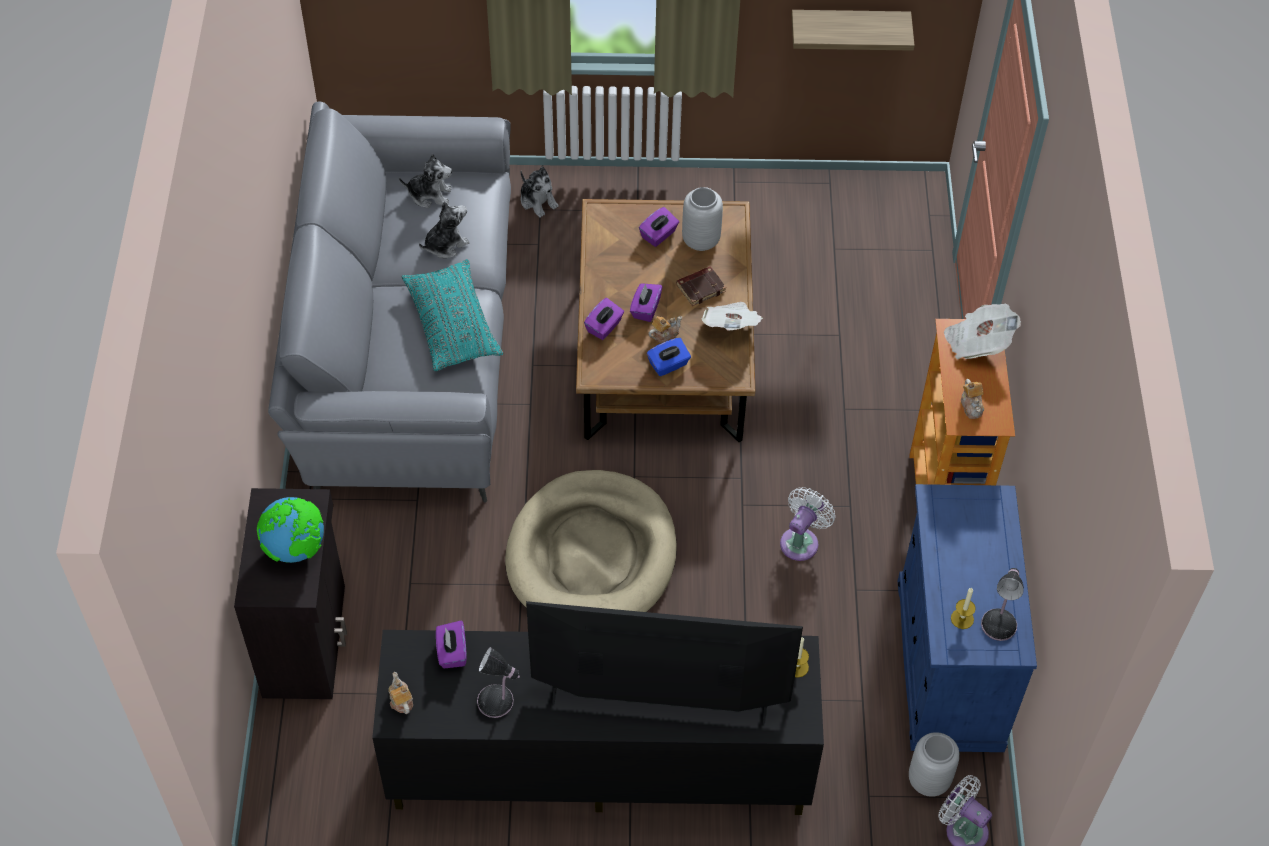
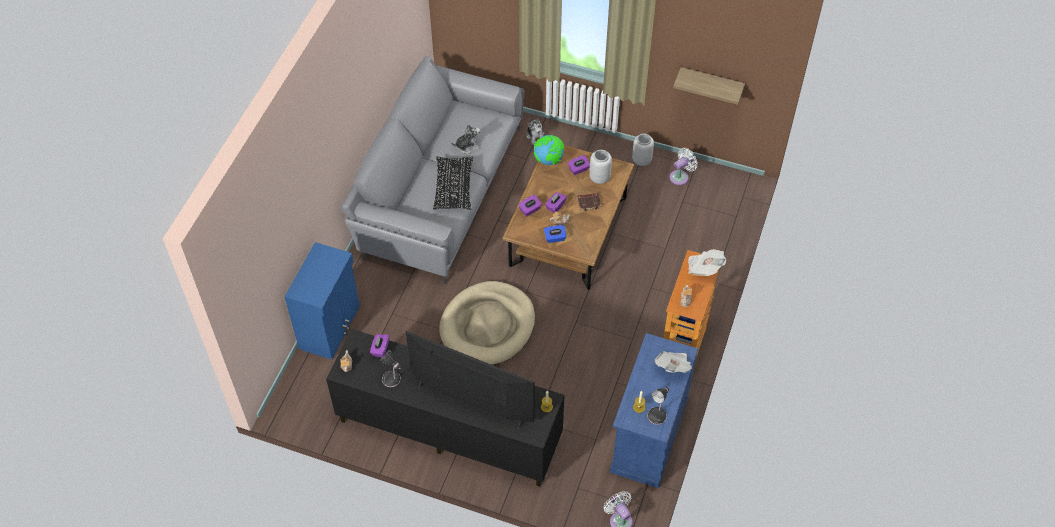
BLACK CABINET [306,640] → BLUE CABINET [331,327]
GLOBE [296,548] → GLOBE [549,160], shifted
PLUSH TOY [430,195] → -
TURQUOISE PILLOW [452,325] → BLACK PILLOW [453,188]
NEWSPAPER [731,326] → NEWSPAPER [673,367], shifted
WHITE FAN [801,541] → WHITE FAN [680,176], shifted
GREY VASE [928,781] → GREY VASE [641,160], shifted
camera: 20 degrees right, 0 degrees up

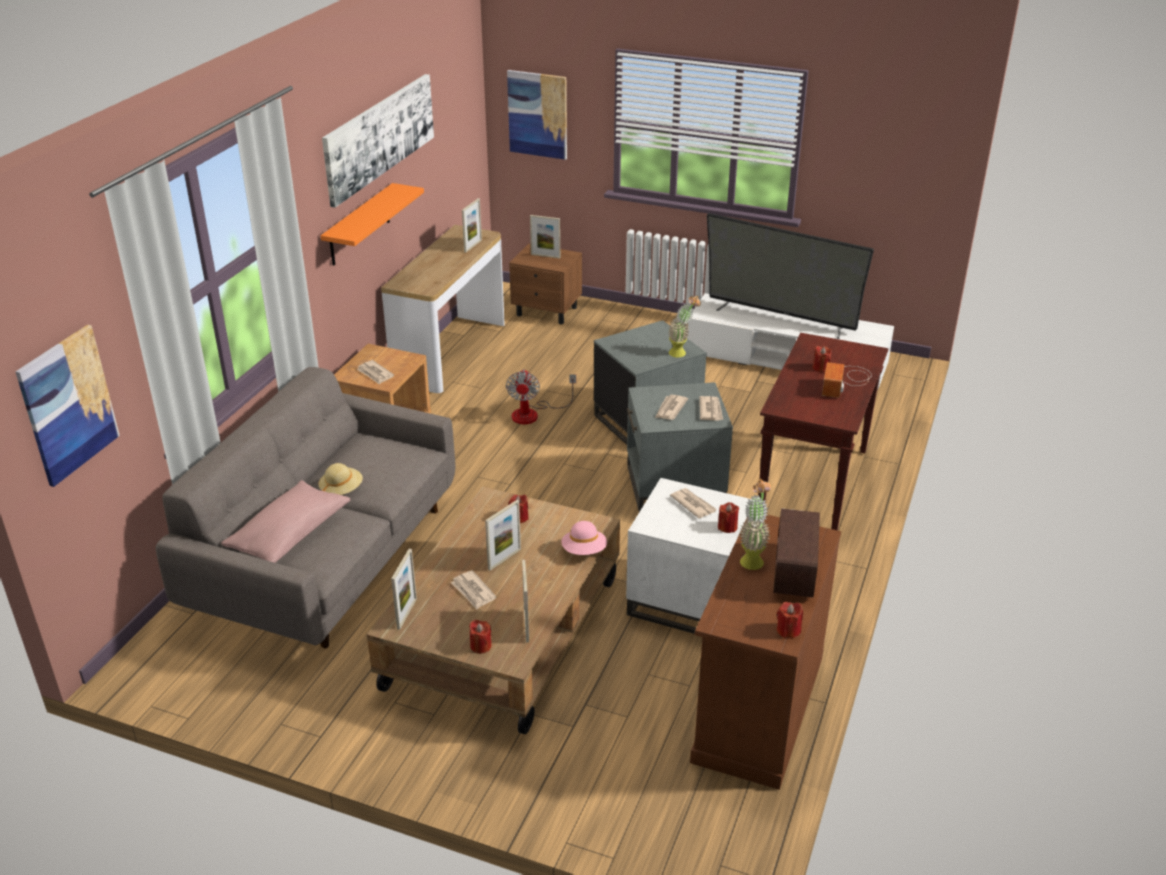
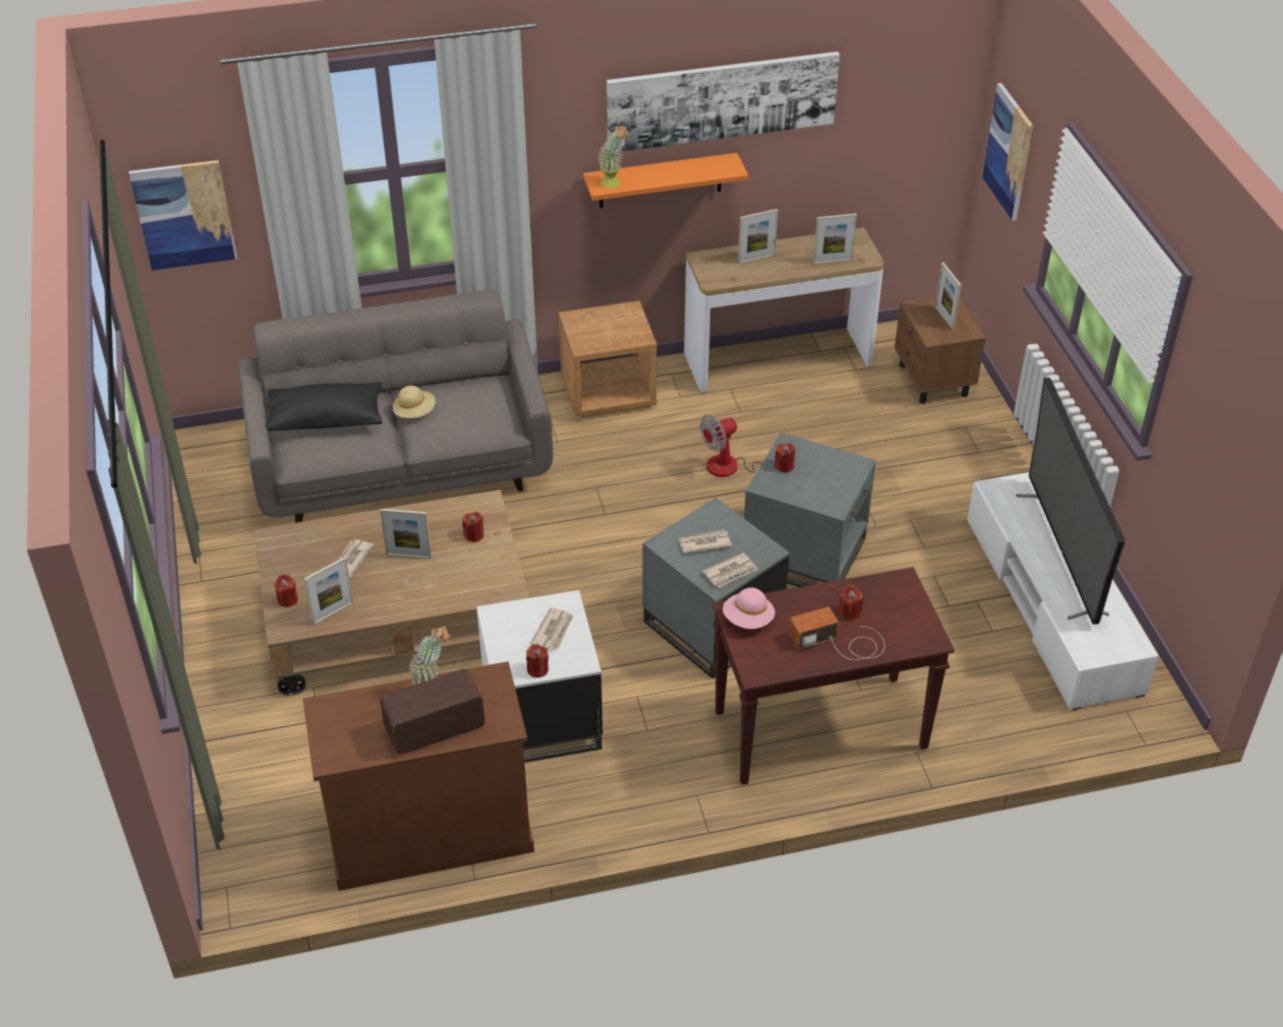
PINK PILLOW [289,535] → BLACK PILLOW [326,419]
NEWSPAPER [375,374] → -
PICTURE FRAME [407,613] → PICTURE FRAME [756,259], shifted
PINK HAT [584,551] → PINK HAT [748,619], shifted
POTTED PLANT [681,352] → POTTED PLANT [614,185], shifted
RED CANDLE [788,630] → RED CANDLE [784,466], shifted
camera: 55 degrees right, 10 degrees up

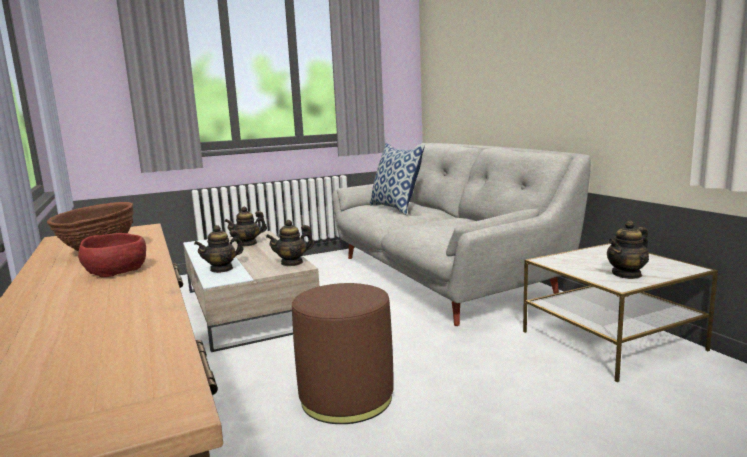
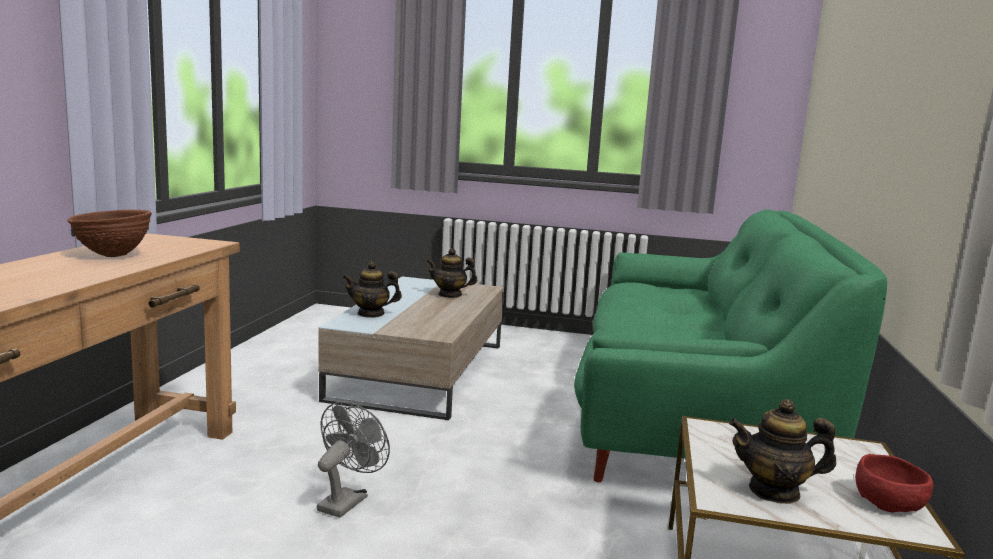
RED BOWL [117,271] → RED BOWL [890,503], shifted
TEAPOT [292,263] → -
BROWN OTTOMAN [346,398] → GREY FAN [347,500]
GREY SOFA [440,277] → GREEN SOFA [689,414]
PILLOW [396,208] → -
camera: 35 degrees right, 0 degrees up

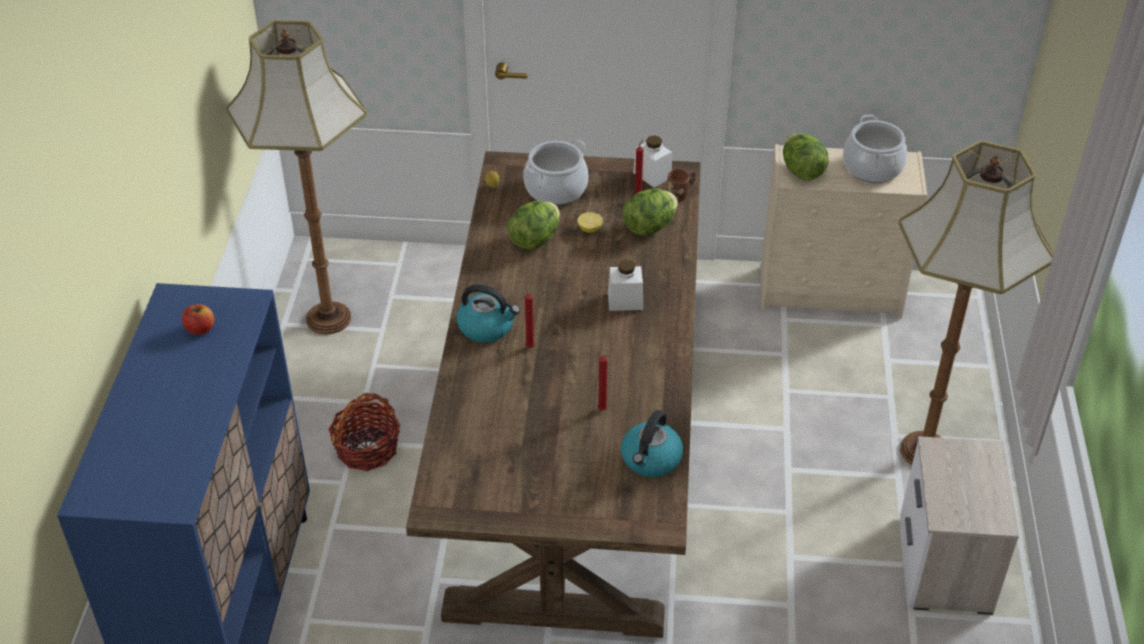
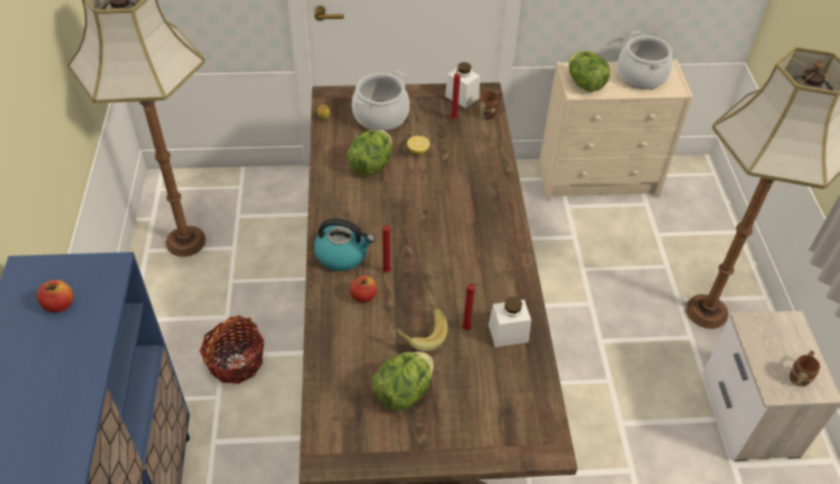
WHITE JAR [625,301] → WHITE JAR [508,333], shifted
KETTLE [651,460] → -
LETTUCE [649,227] → LETTUCE [403,392], shifted
- → APPLE [363,296]
- → BANANA [420,335]
- → BROWN MUG [800,375]
camera: 10 degrees left, 5 degrees up

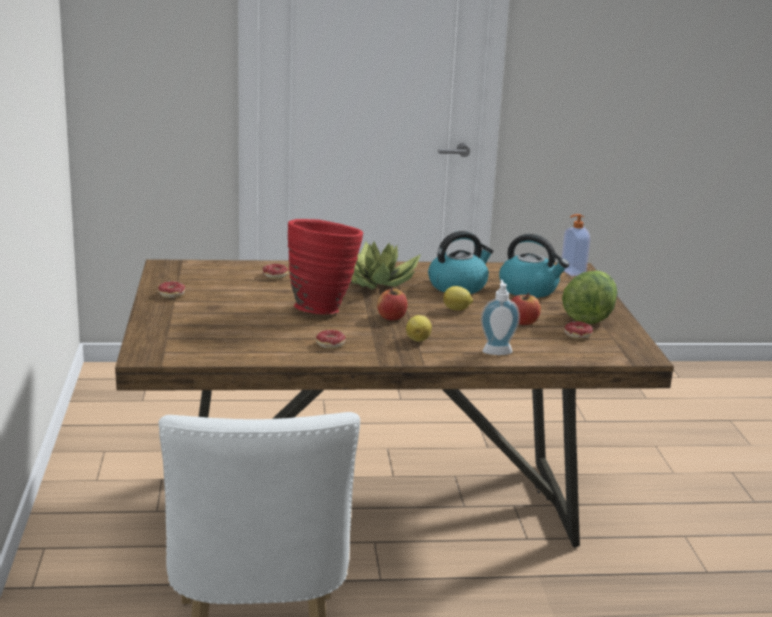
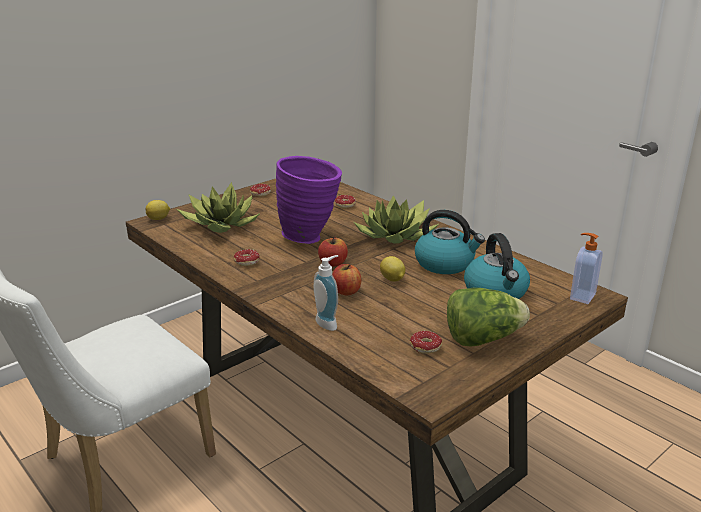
RED VASE [323,308] → PURPLE VASE [311,237]
LEMON [418,339] → LEMON [159,219], shifted
APPLE [523,322] → APPLE [346,291], shifted
- → POTTED PLANT [221,225]
camera: 55 degrees right, 5 degrees up

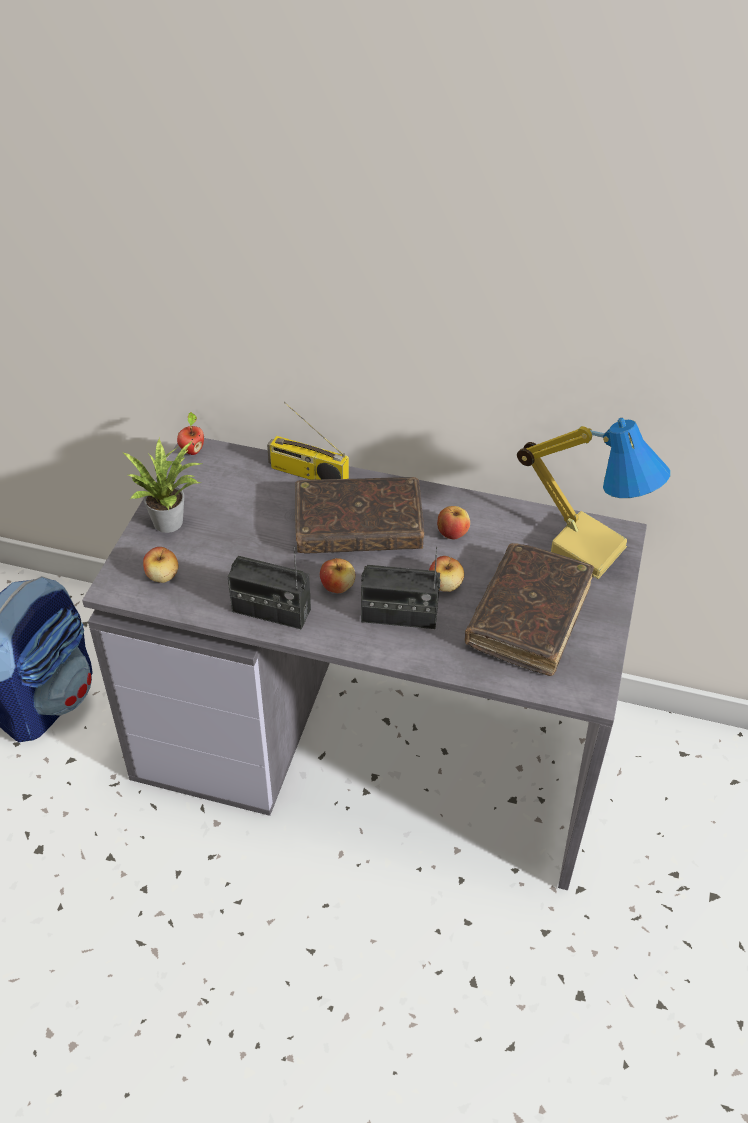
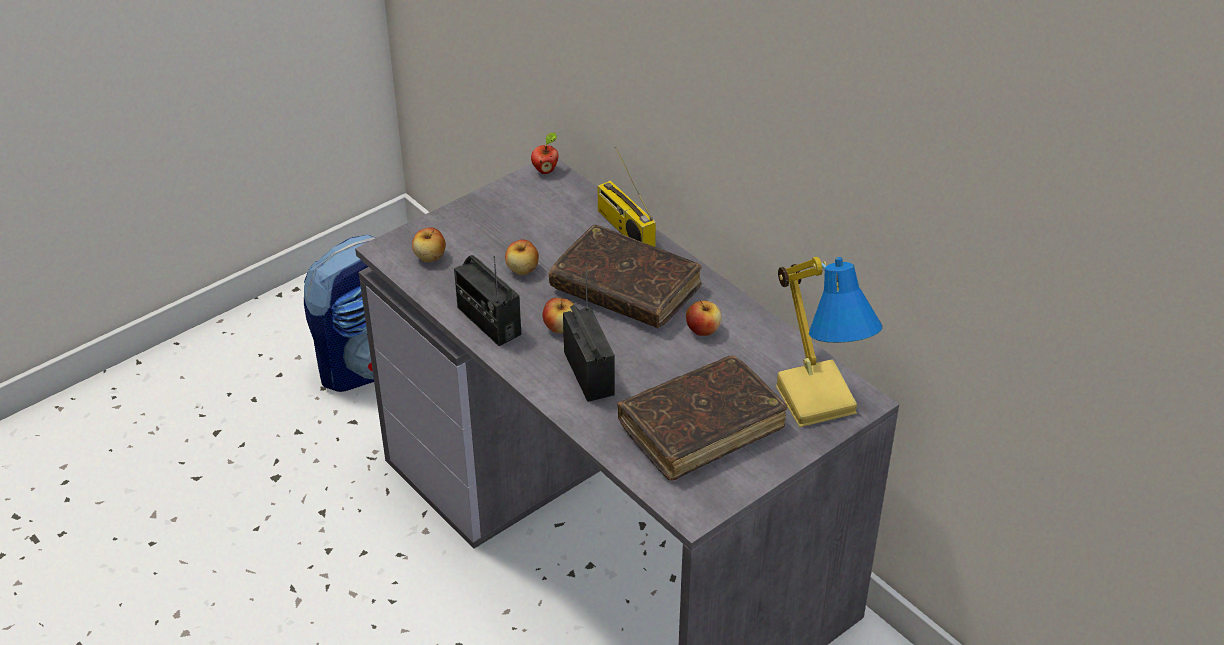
POTTED PLANT [172,520] → -
RADIO [399,615] → RADIO [589,373], 150 degrees counterclockwise
APPLE [445,585] → APPLE [522,269], shifted
camera: 35 degrees right, 5 degrees down

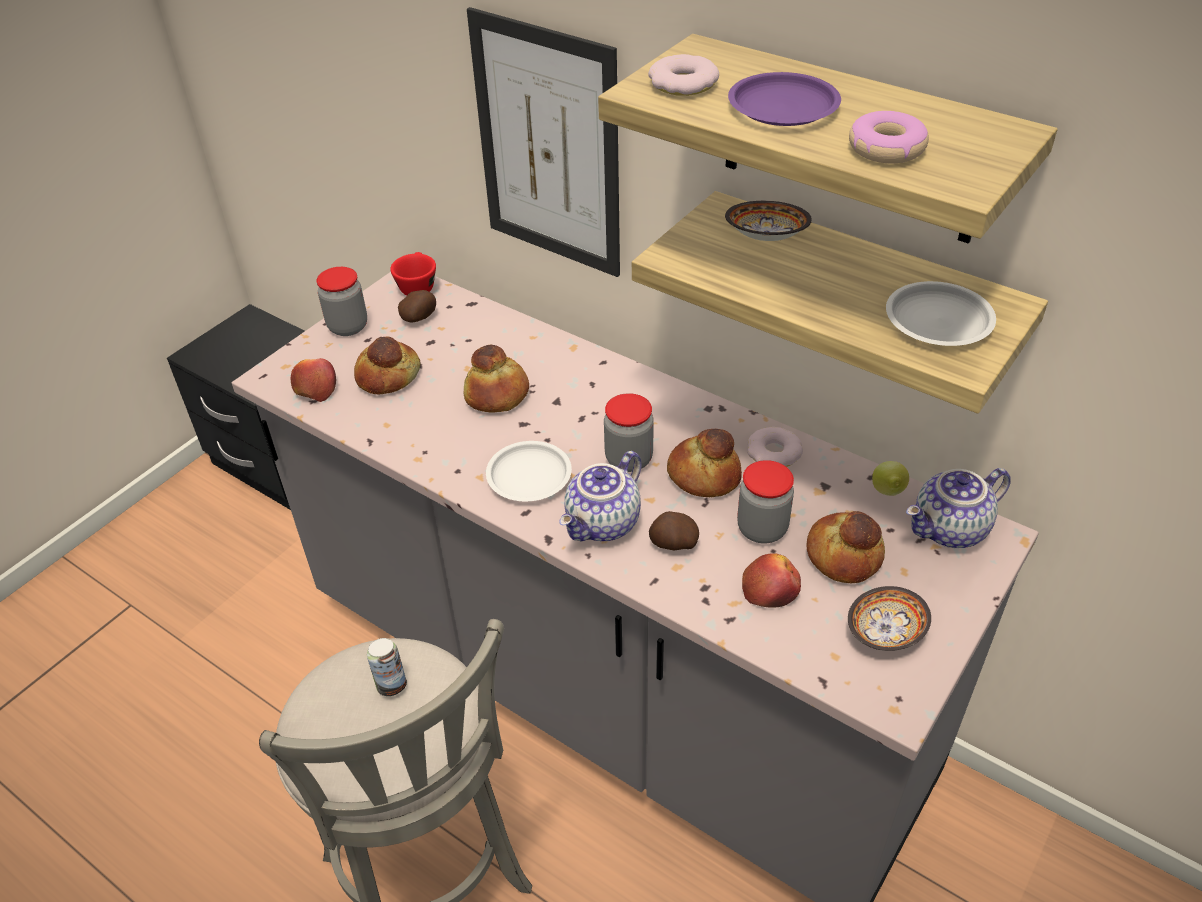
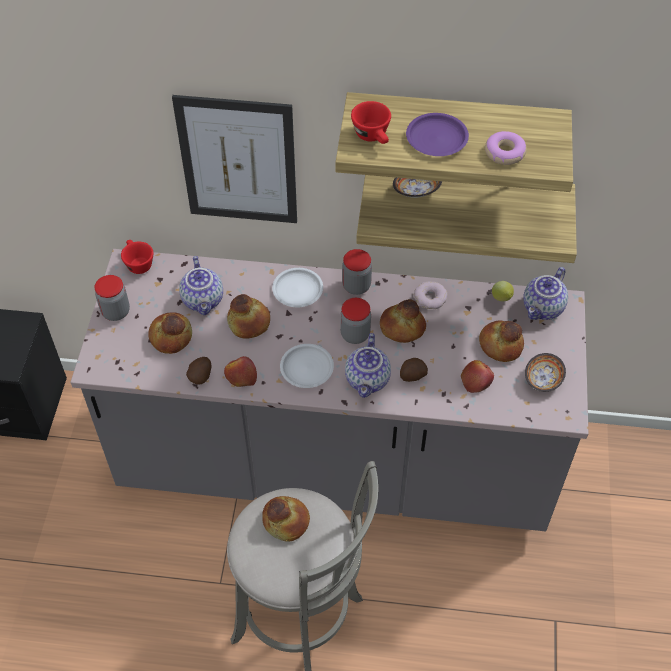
APPLE [315,387] → APPLE [241,376], shifted
CAN [391,684] → BREAD [286,521]
POTATO [419,317] → POTATO [201,376], shifted
DONUT [683,83] → RED CUP [373,137]
JAR [762,529] → JAR [356,286], shifted
WHITE PLATE [937,321] → WHITE PLATE [297,290], shifted
- → TEAPOT [204,300]
camera: 30 degrees left, 10 degrees up

